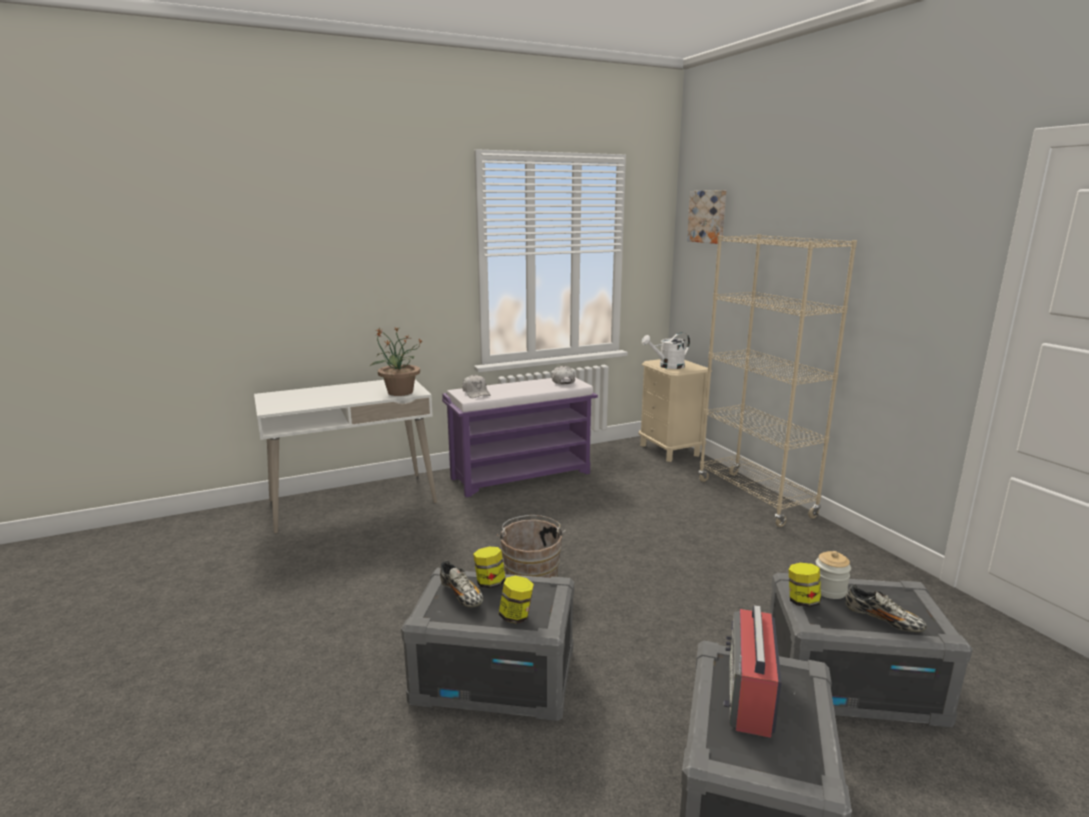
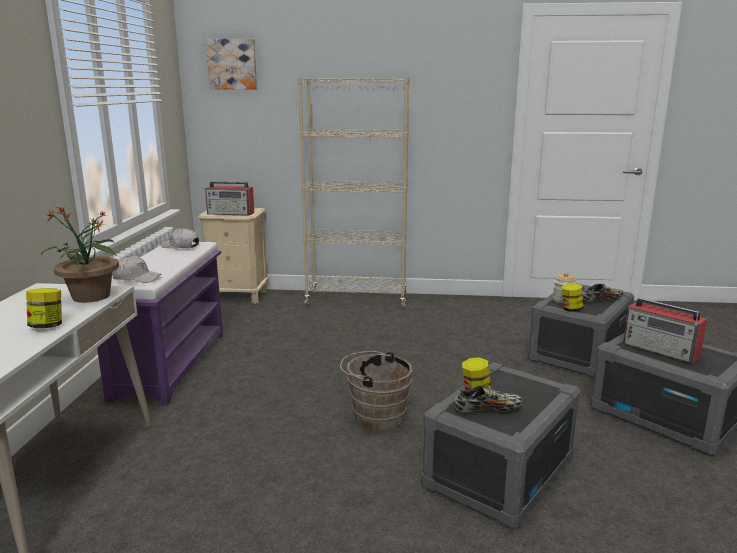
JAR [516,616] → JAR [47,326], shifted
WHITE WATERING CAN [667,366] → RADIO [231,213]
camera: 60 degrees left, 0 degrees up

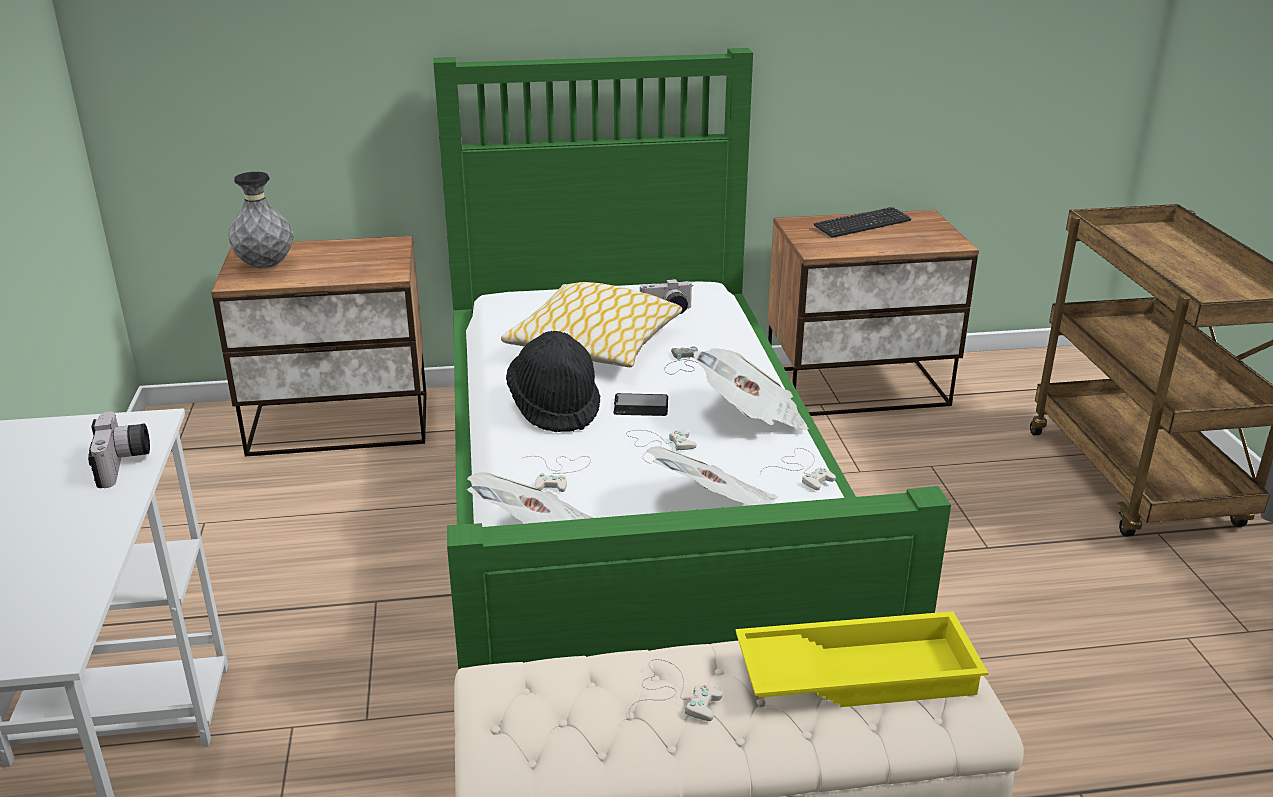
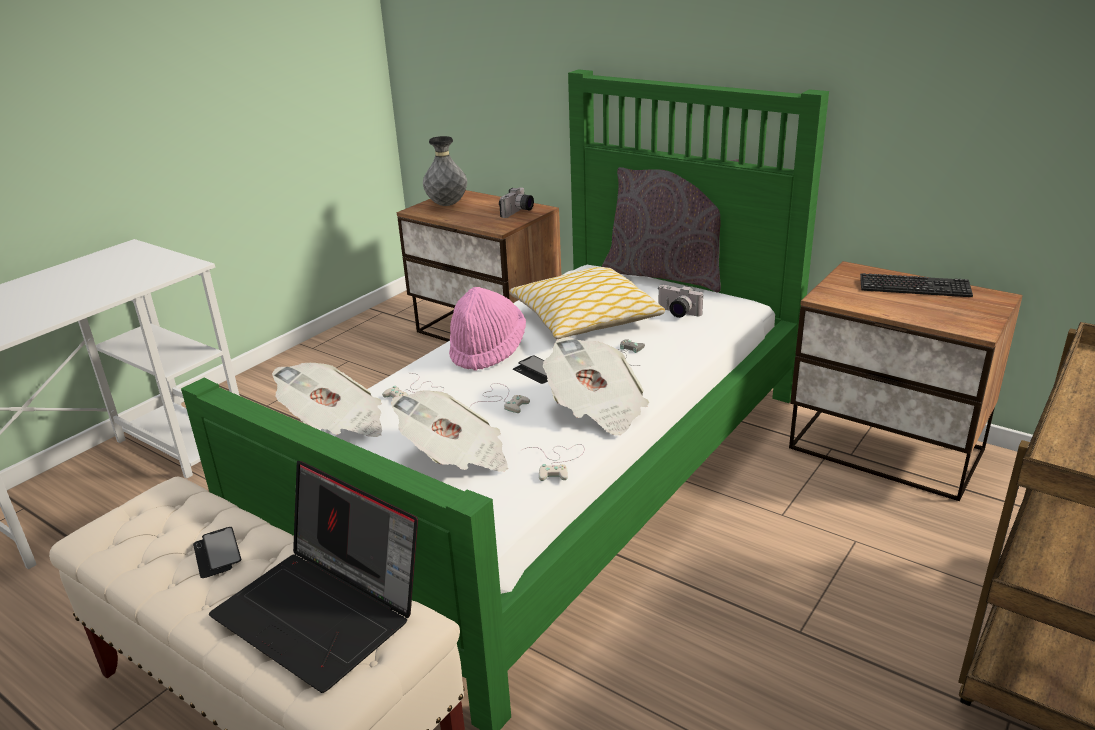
PHOTO CAMERA [125,464] → PHOTO CAMERA [518,212], shifted
BLACK HAT [555,407] → PINK HAT [487,350]
WHITE GAME CONTROLLER [673,694] → PHONE [217,554]
YELLOW TRAY [857,672] → LAPTOP [324,612]
- → GREY PILLOW [666,275]
camera: 45 degrees right, 0 degrees up

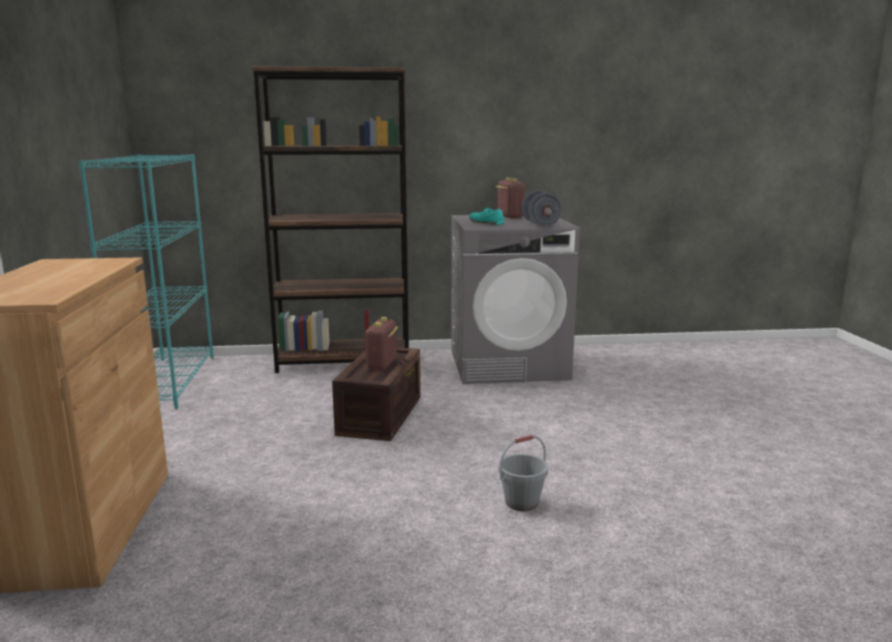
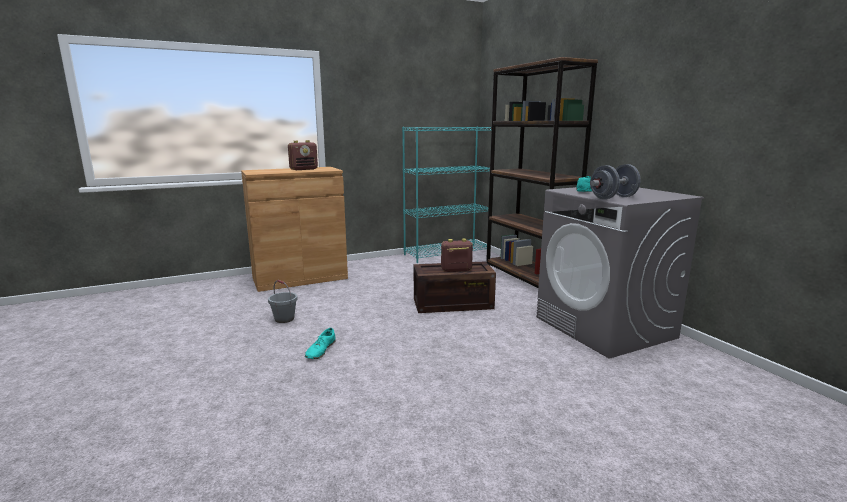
RADIO [510,216] → RADIO [304,169], shifted
GREY BUCKET [521,502] → GREY BUCKET [284,319], shifted
- → TURQUOISE SHOE [320,350]
camera: 70 degrees right, 0 degrees up

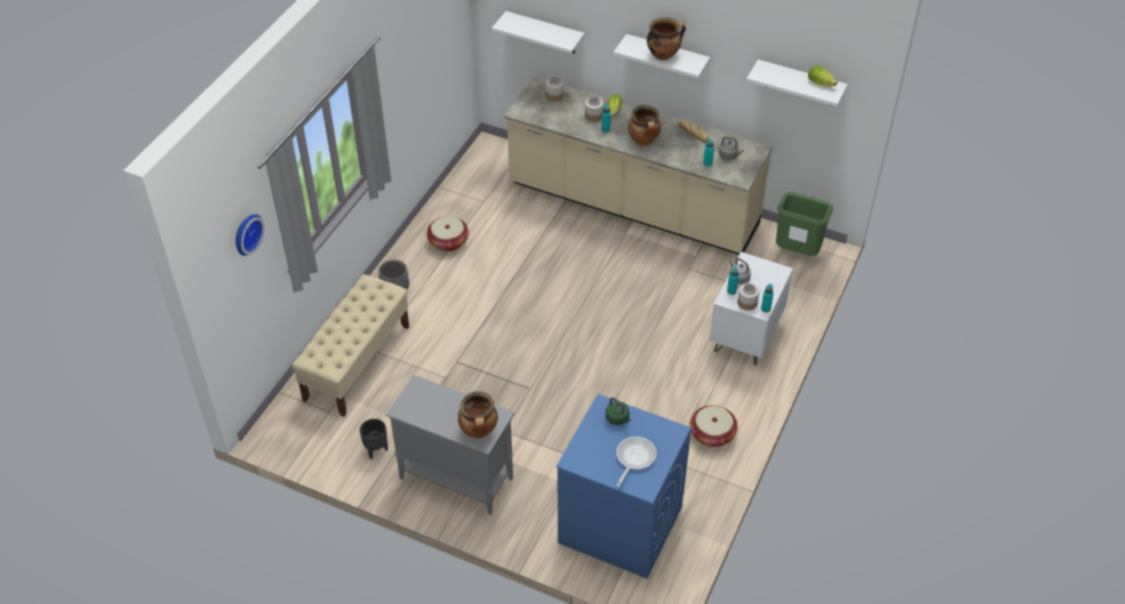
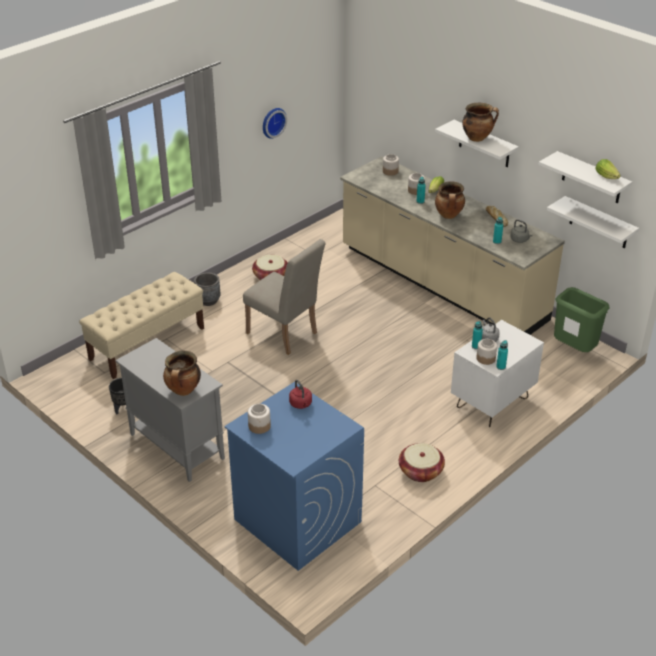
WALL CLOCK [246,233] → WALL CLOCK [272,122], shifted
WHITE SHELF [545,33] → WHITE SHELF [599,223], shifted
GREEN KETTLE [618,419] → RED KETTLE [301,404]
FRYING PAN [634,458] → -
- → BEIGE CHAIR [285,335]
- → JAR [259,426]
camera: 20 degrees right, 10 degrees down

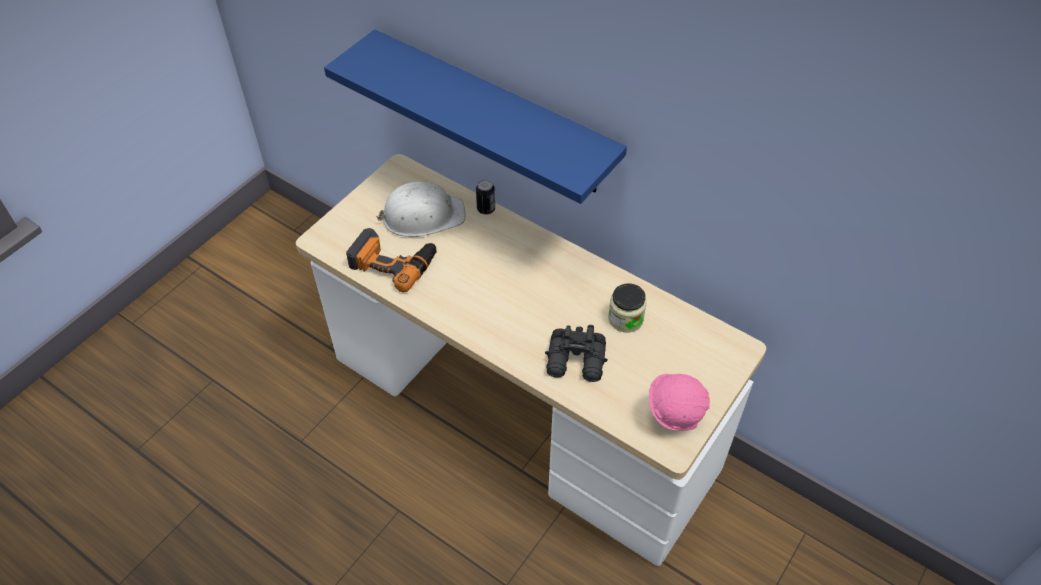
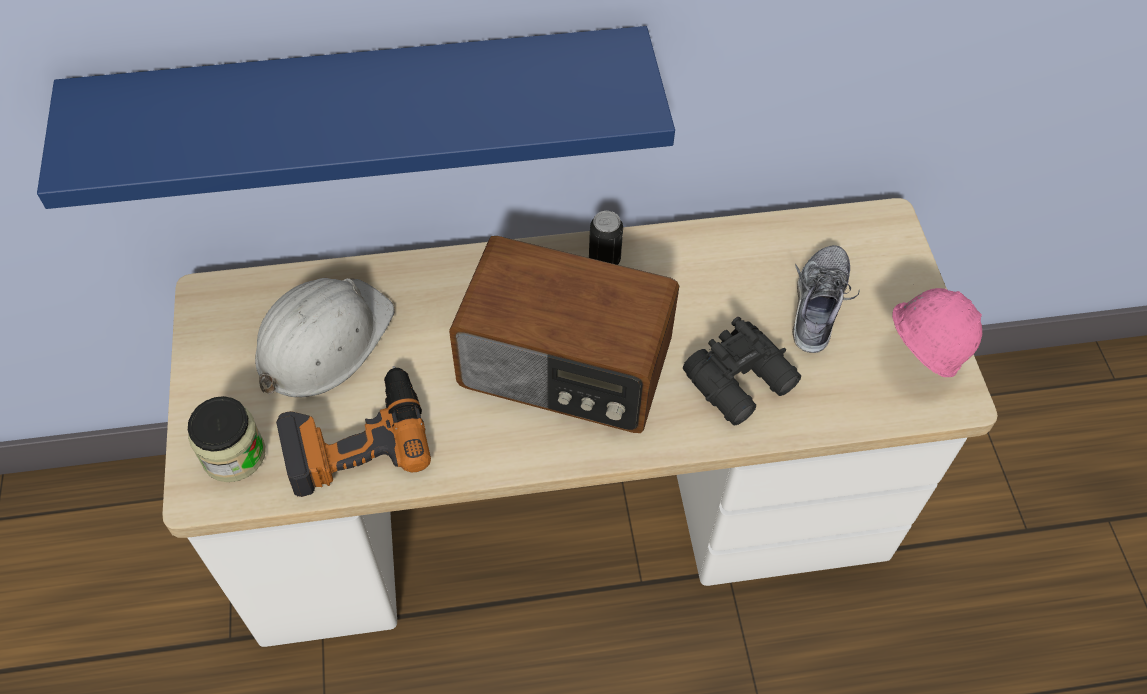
CAN [486,209] → CAN [604,259], shifted
JAR [625,319] → JAR [234,455], shifted
- → RADIO [565,367]
- → SHOE [818,305]
camera: 45 degrees left, 5 degrees up

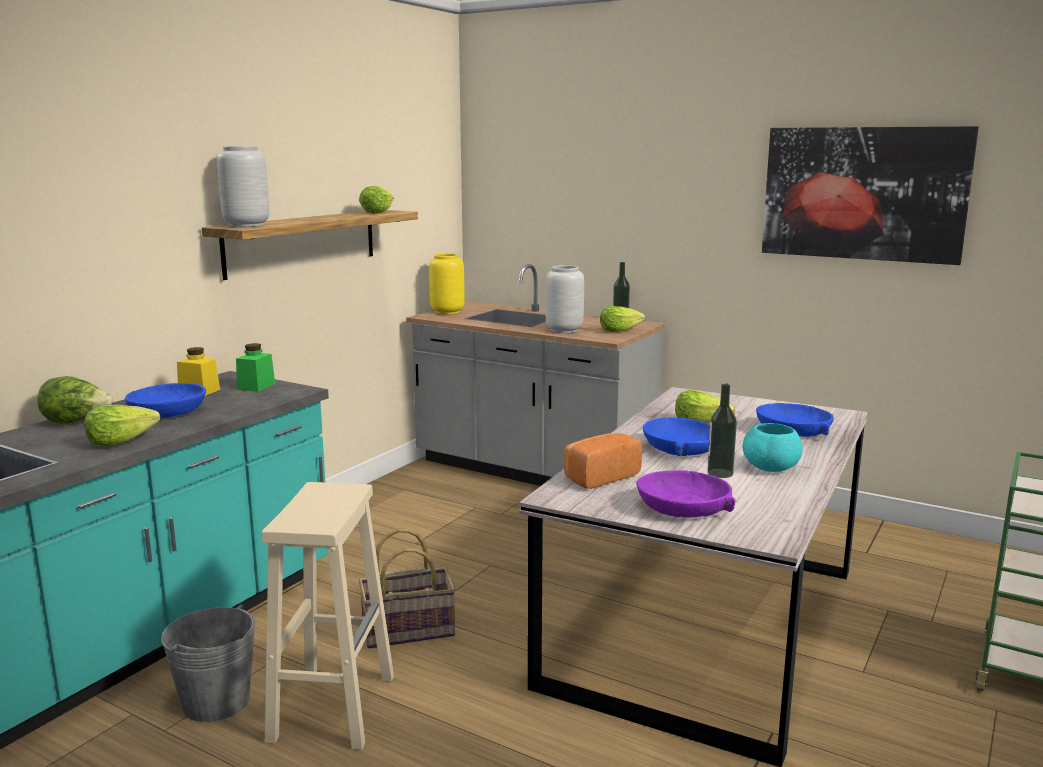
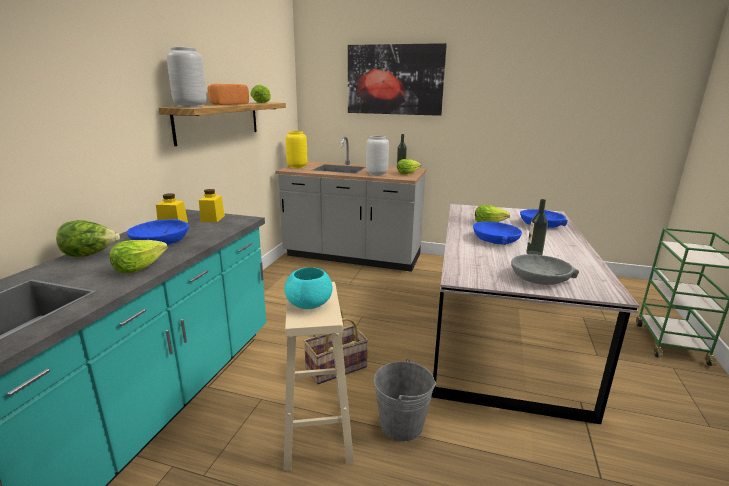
GREY BUCKET [216,702] → GREY BUCKET [401,424], shifted
GREEN JAR [256,386] → YELLOW JAR [212,218]
BREAD [599,477] → BREAD [228,104], shifted
PURPLE BOWL [684,507] → GREY BOWL [540,277]
TURQUOISE BOWL [771,468] → TURQUOISE BOWL [310,304], shifted
PICTURE [863,193] → PICTURE [395,80], shifted
camera: 15 degrees left, 5 degrees up

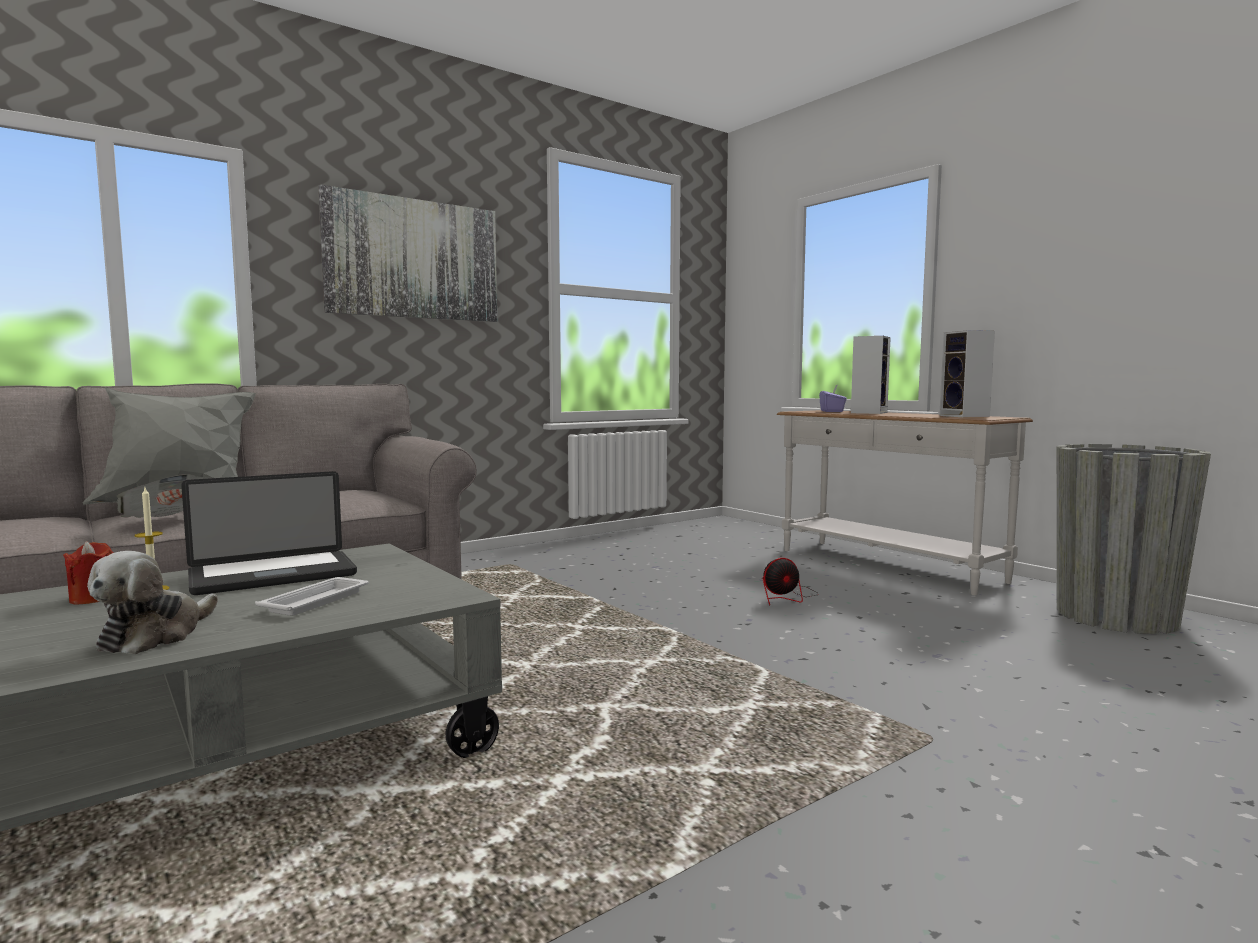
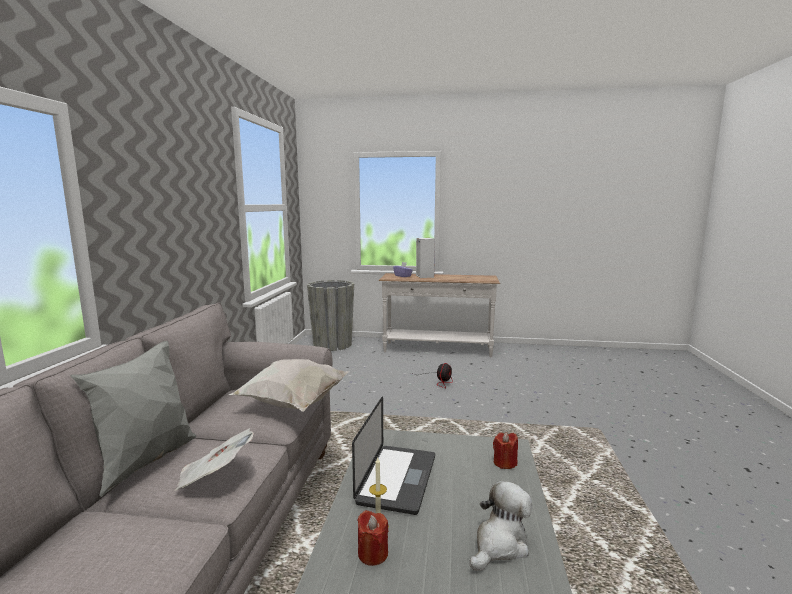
PLUSH TOY [155,635] → PLUSH TOY [499,544], 105 degrees counterclockwise
WHITE TRAY [317,601] → -
PICTURE [413,259] → -
SPEAKER [966,416] → -
GREY PLANTER [1116,617] → GREY PLANTER [332,344], shifted
- → WHITE PILLOW [293,405]
- → RED CANDLE [504,463]
camera: 45 degrees left, 5 degrees up

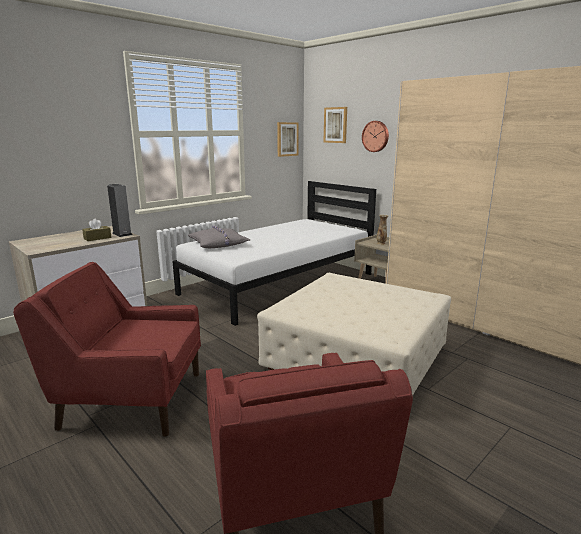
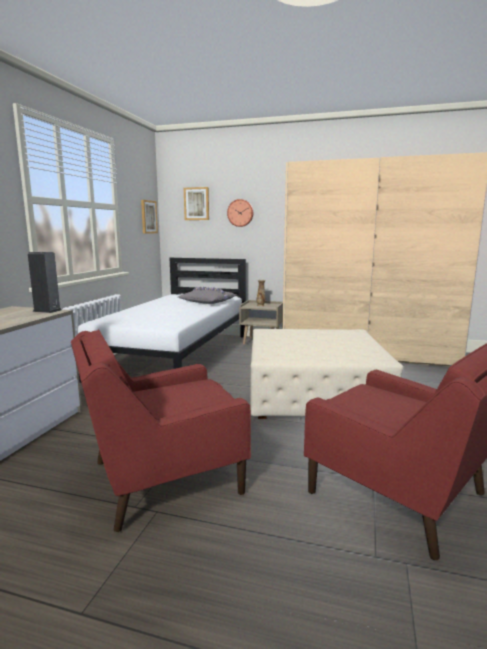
BROWN TISSUE BOX [97,238] → -
GREY PILLOW [219,244] → GREY PILLOW [208,301], shifted
camera: 30 degrees left, 5 degrees down

